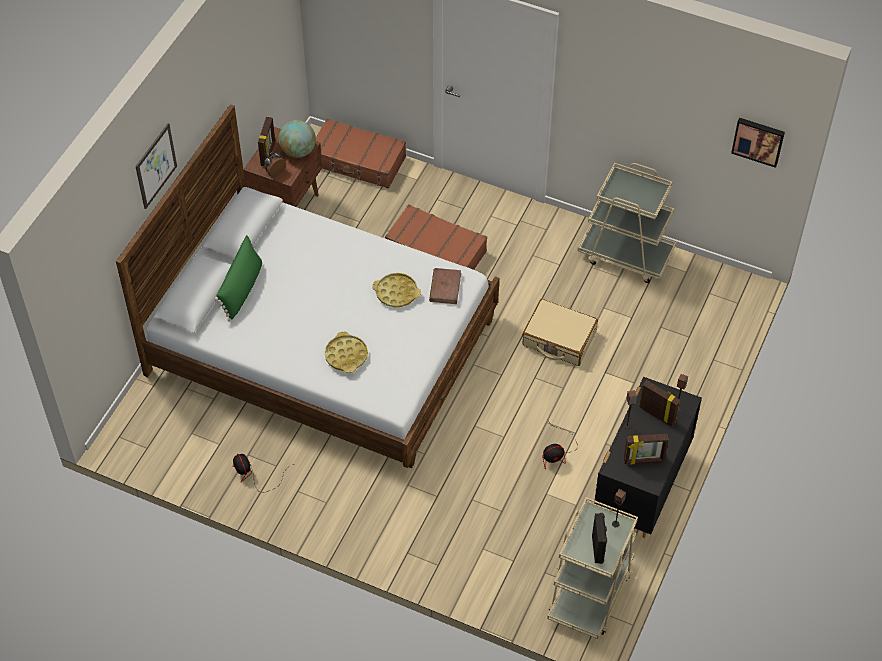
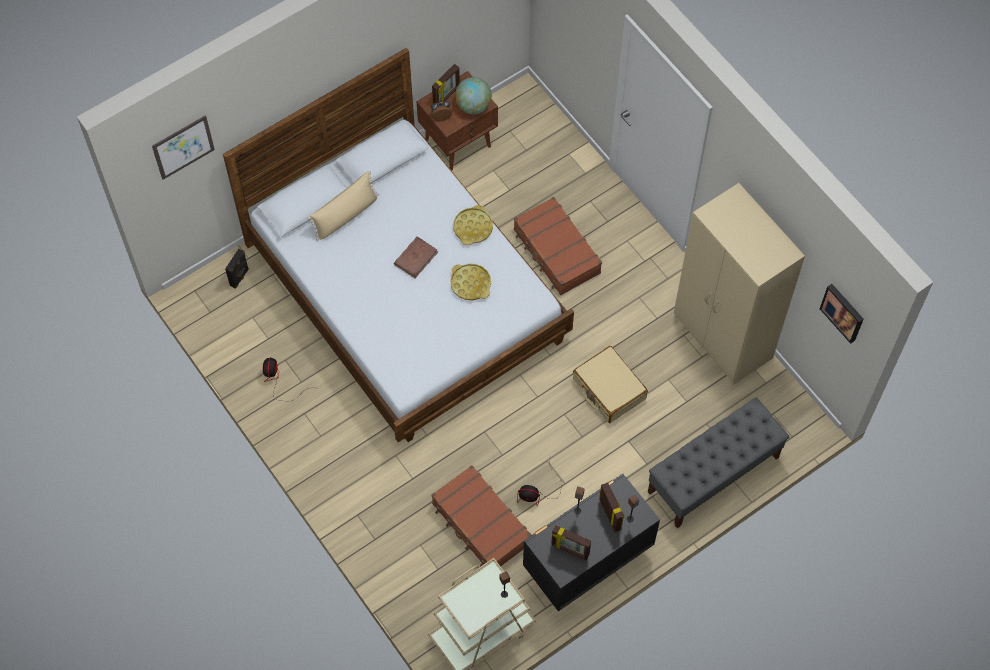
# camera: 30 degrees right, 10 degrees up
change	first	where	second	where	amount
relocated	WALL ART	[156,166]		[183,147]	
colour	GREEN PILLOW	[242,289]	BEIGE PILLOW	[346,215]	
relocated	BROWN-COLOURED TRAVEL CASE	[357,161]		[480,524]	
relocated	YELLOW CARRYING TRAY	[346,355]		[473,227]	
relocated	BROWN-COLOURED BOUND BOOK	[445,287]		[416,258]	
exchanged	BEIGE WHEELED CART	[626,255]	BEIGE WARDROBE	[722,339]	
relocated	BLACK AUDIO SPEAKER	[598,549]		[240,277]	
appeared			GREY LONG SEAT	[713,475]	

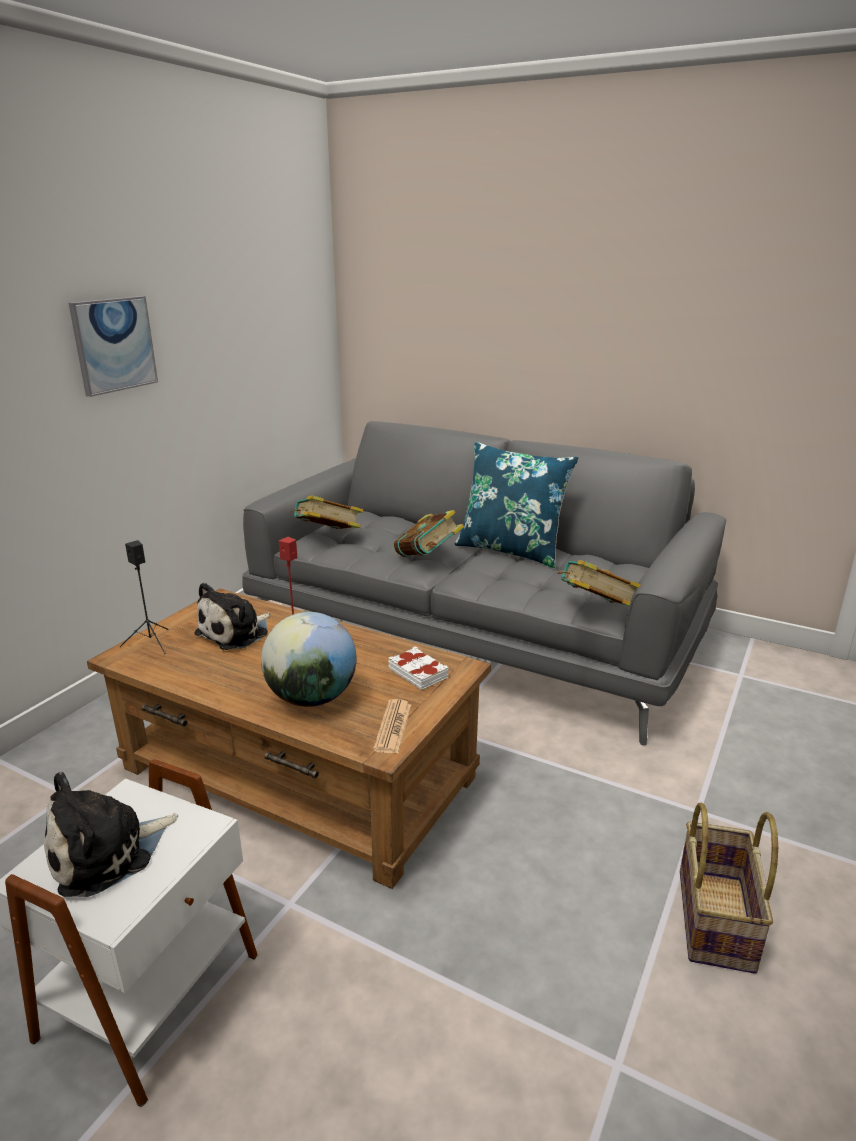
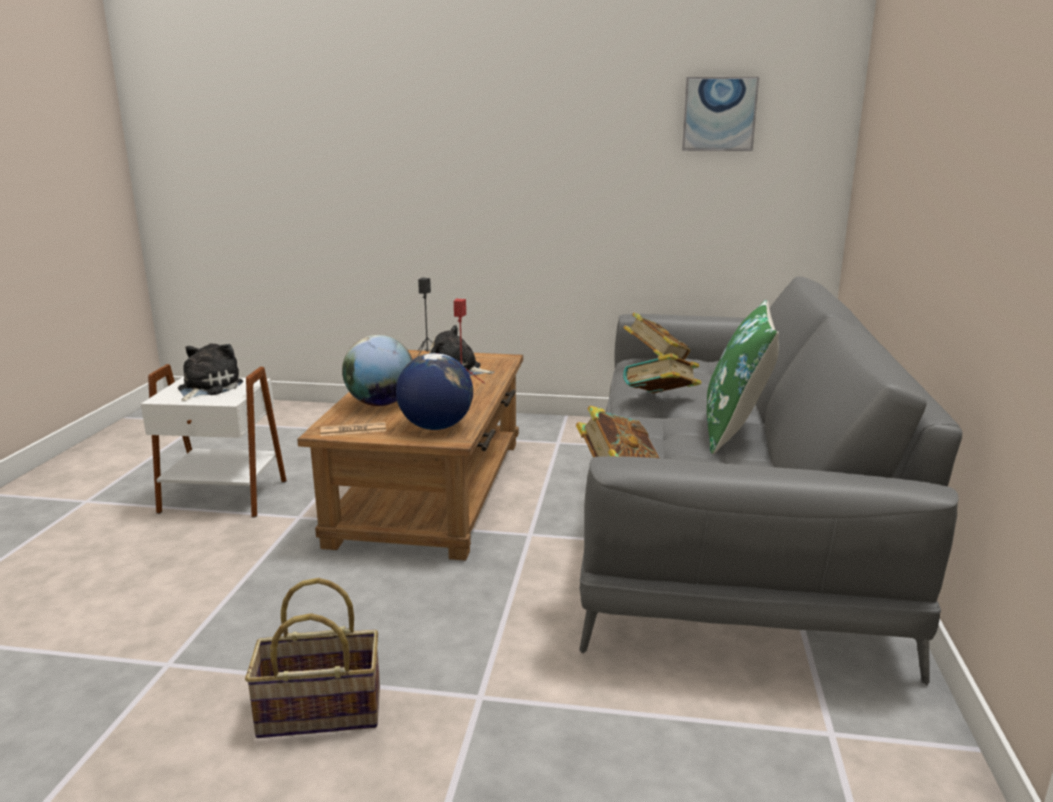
# camera: 70 degrees right, 5 degrees down
change	first	where	second	where	amount
spun	SOFT TOY	[107,852]		[207,388]	75 degrees clockwise
relocated	WALL ART	[114,345]		[719,114]	
exchanged	WHITE BOUND BOOK	[418,672]	DESK GLOBE	[435,427]	
colour	BLUE PILLOW	[511,550]	GREEN PILLOW	[735,431]	

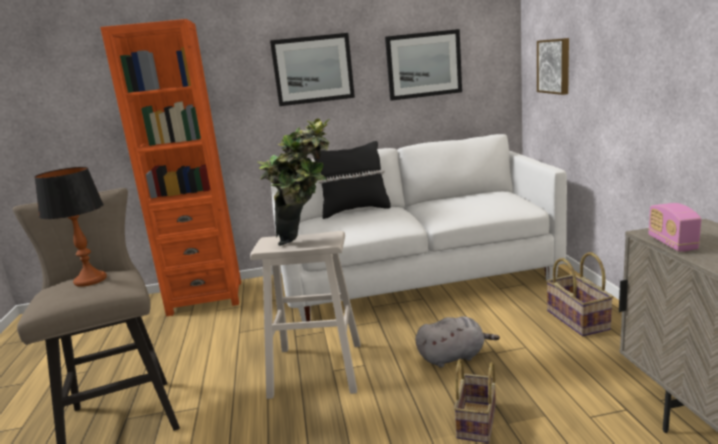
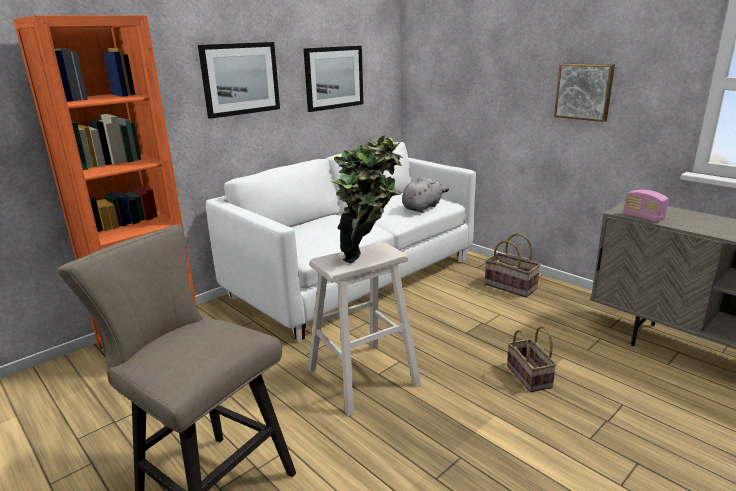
# camera: 35 degrees left, 5 degrees up
change	first	where	second	where	amount
missing	TABLETOP LAMP	[91,280]			
missing	BLACK PILLOW	[354,210]			
relocated	GREY SOFT TOY	[454,357]		[423,207]	
relocated	WALL ART	[554,66]		[584,91]	

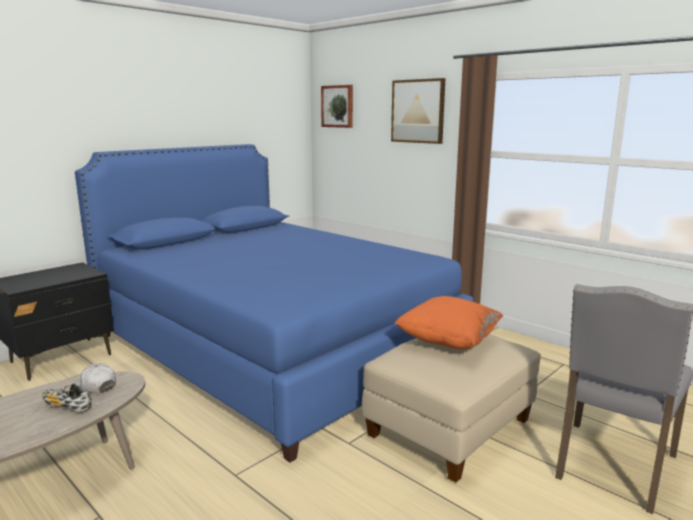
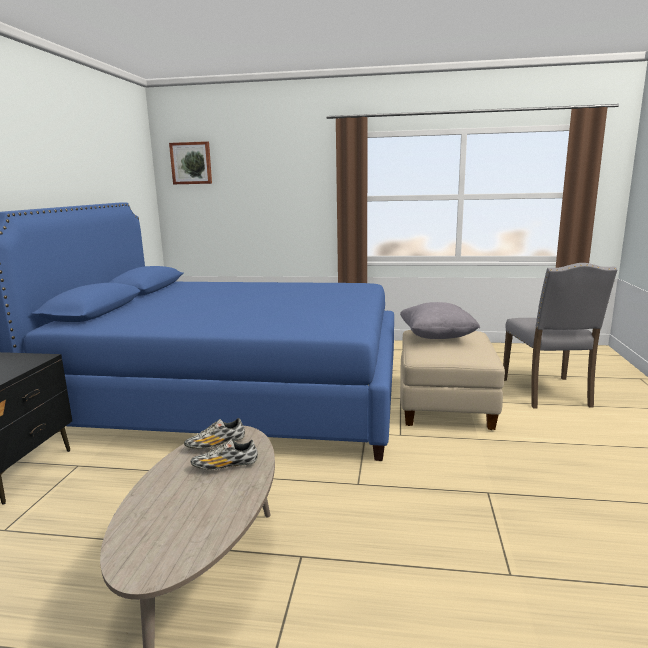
# camera: 35 degrees left, 0 degrees up
change	first	where	second	where	amount
exchanged	WHITE BASEBALL CAP	[96,385]	SHOE	[216,445]	
missing	WALL ART	[418,111]			
colour	ORANGE PILLOW	[448,342]	GREY PILLOW	[437,337]	

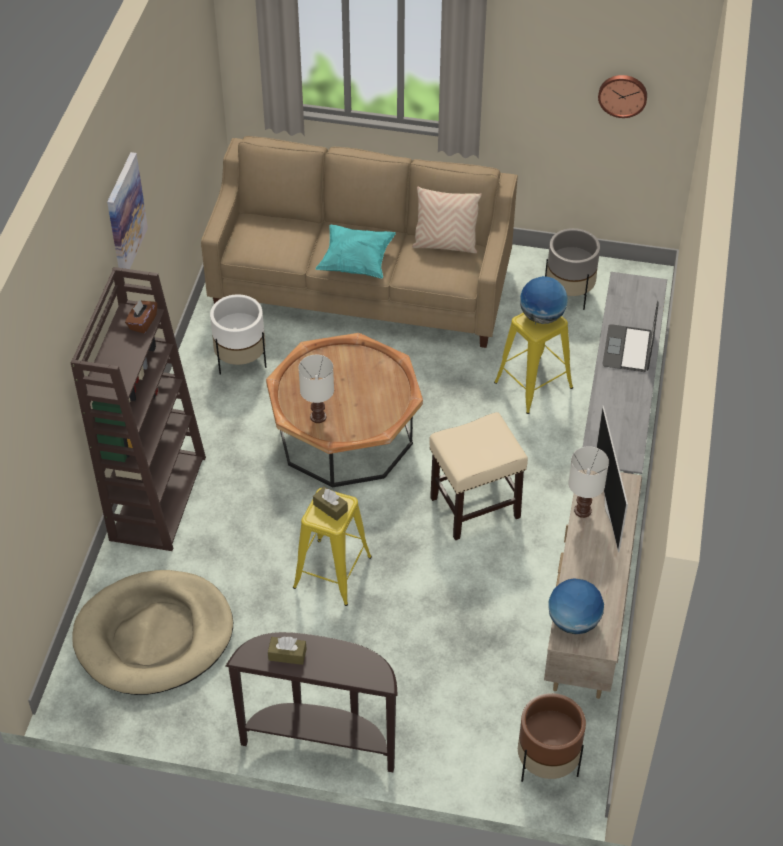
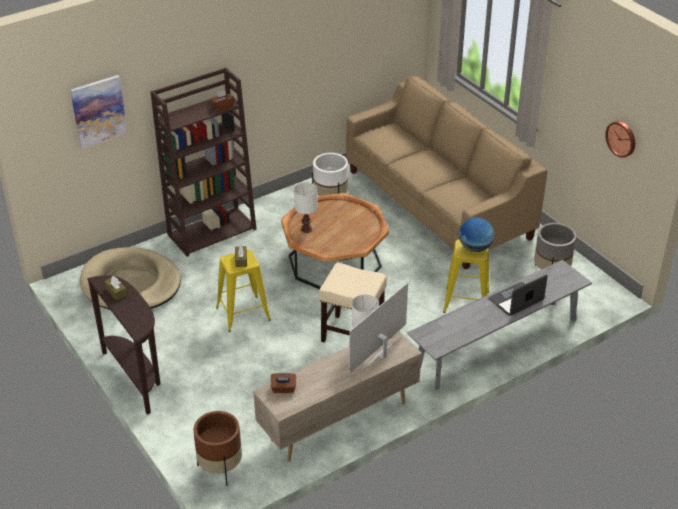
# camera: 45 degrees right, 10 degrees down
change	first	where	second	where	amount
relocated	WALL ART	[125,215]		[98,111]	
missing	BLUE-GREEN PILLOW	[356,262]			
missing	BEIGE PILLOW	[445,245]			
exchanged	DESK GLOBE	[573,621]	BROWN-COLOURED TISSUE BOX	[283,389]	

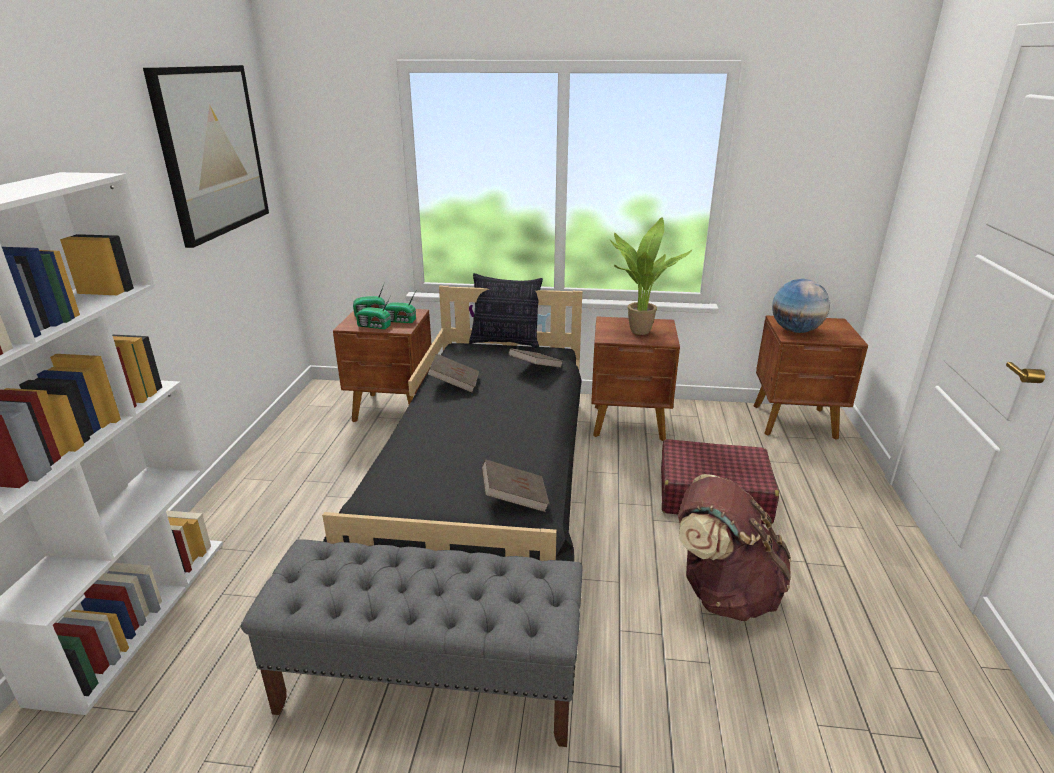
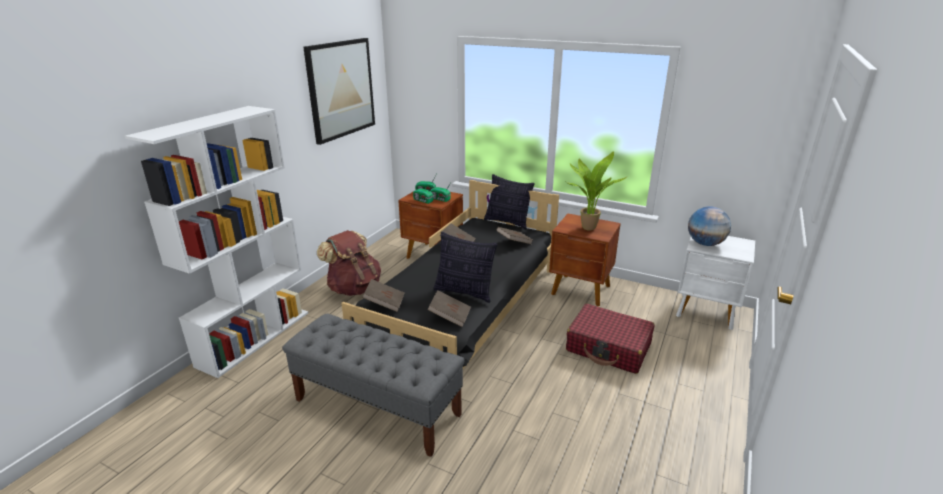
# camera: 20 degrees right, 0 degrees up
change	first	where	second	where	amount
relocated	BROWN-COLOURED RUCKSACK	[723,592]		[354,288]	
colour	BROWN-COLOURED BEDSIDE TABLE	[795,422]	WHITE BEDSIDE TABLE	[706,312]	
appeared			BROWN-COLOURED BOUND BOOK	[384,303]	
appeared			PILLOW	[464,292]	

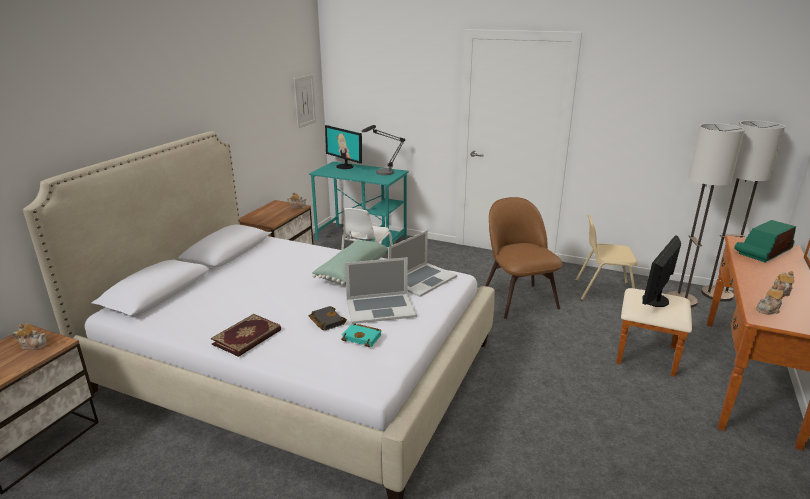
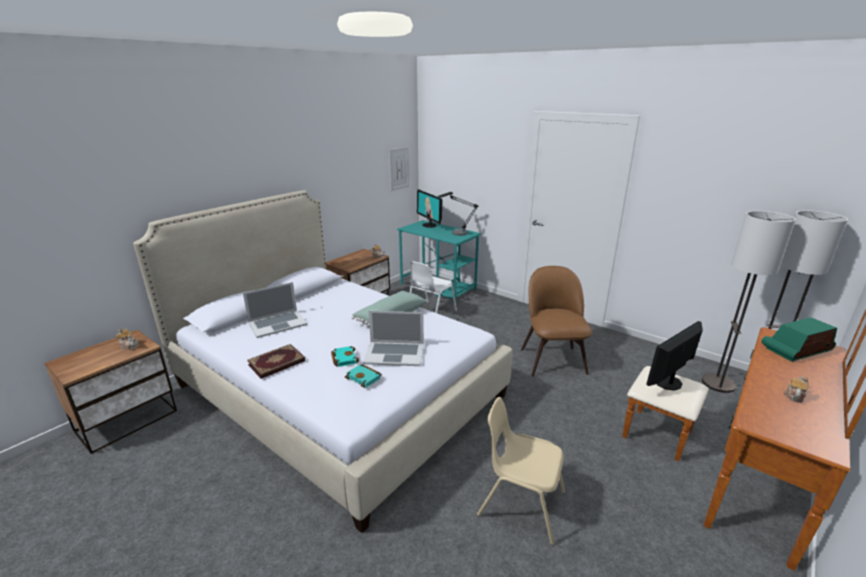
# camera: 15 degrees right, 0 degrees up
change	first	where	second	where	amount
colour	BLACK BOUND BOOK	[326,321]	BLUE-GREEN BOUND BOOK	[343,358]	
relocated	NOTEBOOK COMPUTER	[422,279]		[277,323]	
relocated	BEIGE UPRIGHT CHAIR	[603,291]		[520,503]	
missing	TEAPOT	[768,310]			

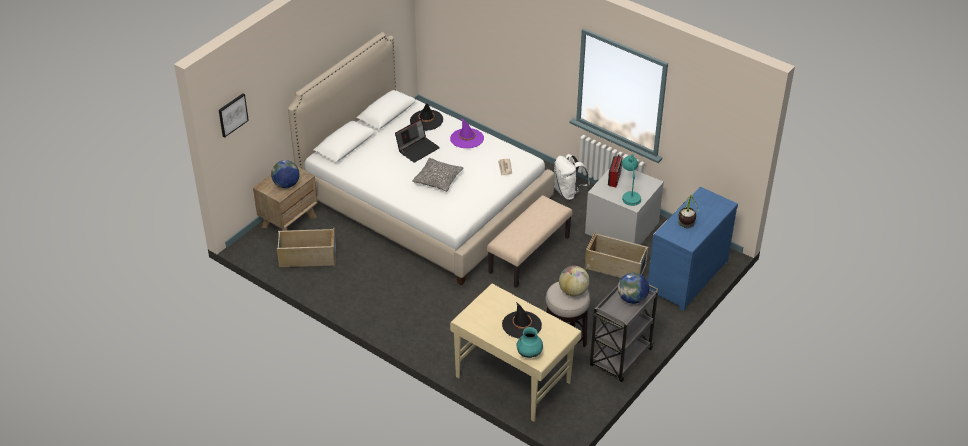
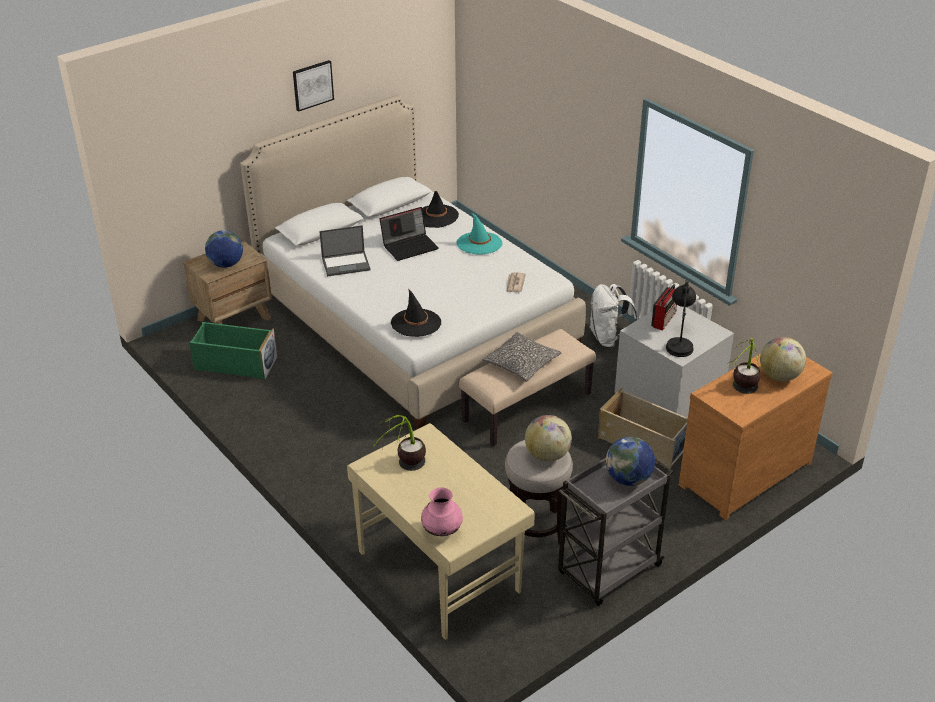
# camera: 15 degrees right, 5 degrees down
change	first	where	second	where	amount
relocated	WALL ART	[232,114]		[312,85]	
colour	BEIGE STORAGE BIN	[307,257]	GREEN STORAGE BIN	[235,364]	
relocated	PILLOW	[438,179]		[521,363]	
colour	PURPLE-COLOURED CLOTHING HAT	[467,138]	BLUE-GREEN CLOTHING HAT	[479,243]	
relocated	BLACK CLOTHING HAT	[521,325]		[416,323]	
colour	BLUE-GREEN DECORATIVE VASE	[529,353]	PINKISH DECORATIVE VASE	[442,531]	
colour	BLUE-GREEN TABLETOP LAMP	[629,193]	BLACK TABLETOP LAMP	[679,341]	
colour	BLUE CHEST OF DRAWERS	[685,276]	BROWN-COLOURED CHEST OF DRAWERS	[741,472]	
appeared			NOTEBOOK COMPUTER	[346,264]	
appeared			POTTED PLANT	[404,471]	
appeared			DESK GLOBE	[779,376]	

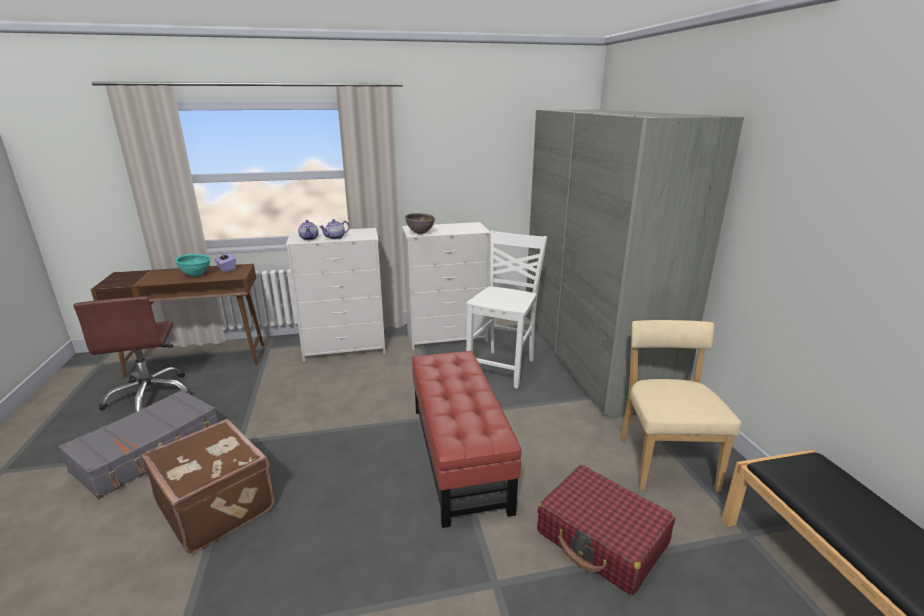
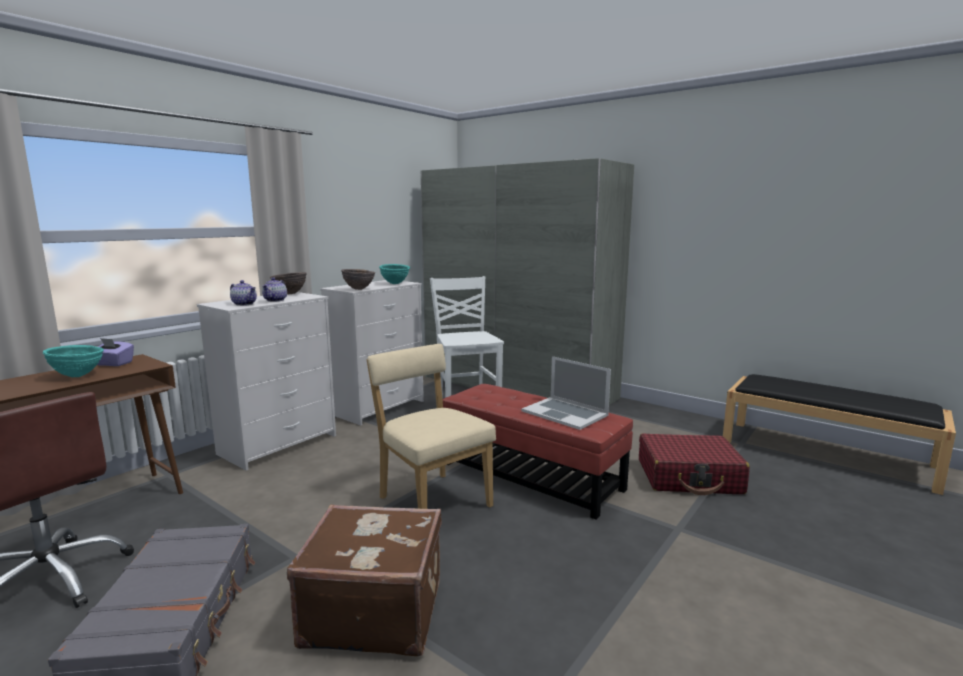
# camera: 40 degrees left, 10 degrees down
change	first	where	second	where	amount
relocated	BEIGE UPRIGHT CHAIR	[664,459]		[432,500]	
appeared			BROWN-COLOURED DEEP DISH	[289,294]	
appeared			BLUE-GREEN DEEP DISH	[395,283]	
appeared			NOTEBOOK COMPUTER	[565,413]	

